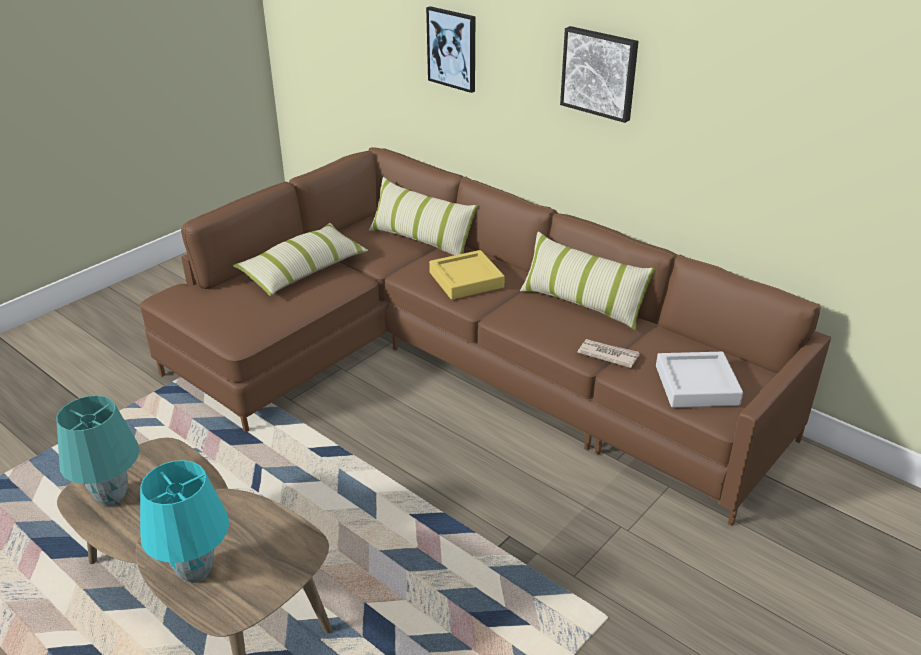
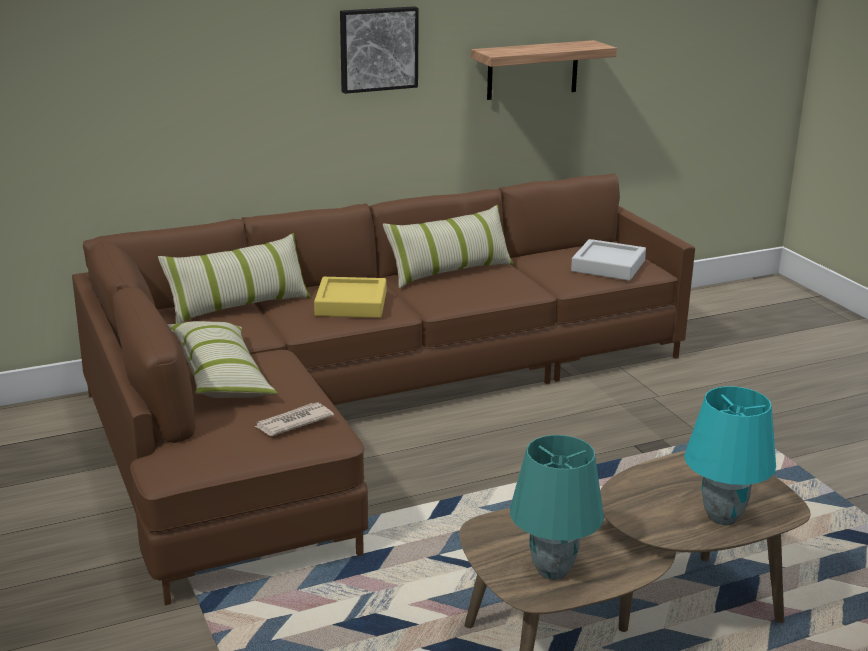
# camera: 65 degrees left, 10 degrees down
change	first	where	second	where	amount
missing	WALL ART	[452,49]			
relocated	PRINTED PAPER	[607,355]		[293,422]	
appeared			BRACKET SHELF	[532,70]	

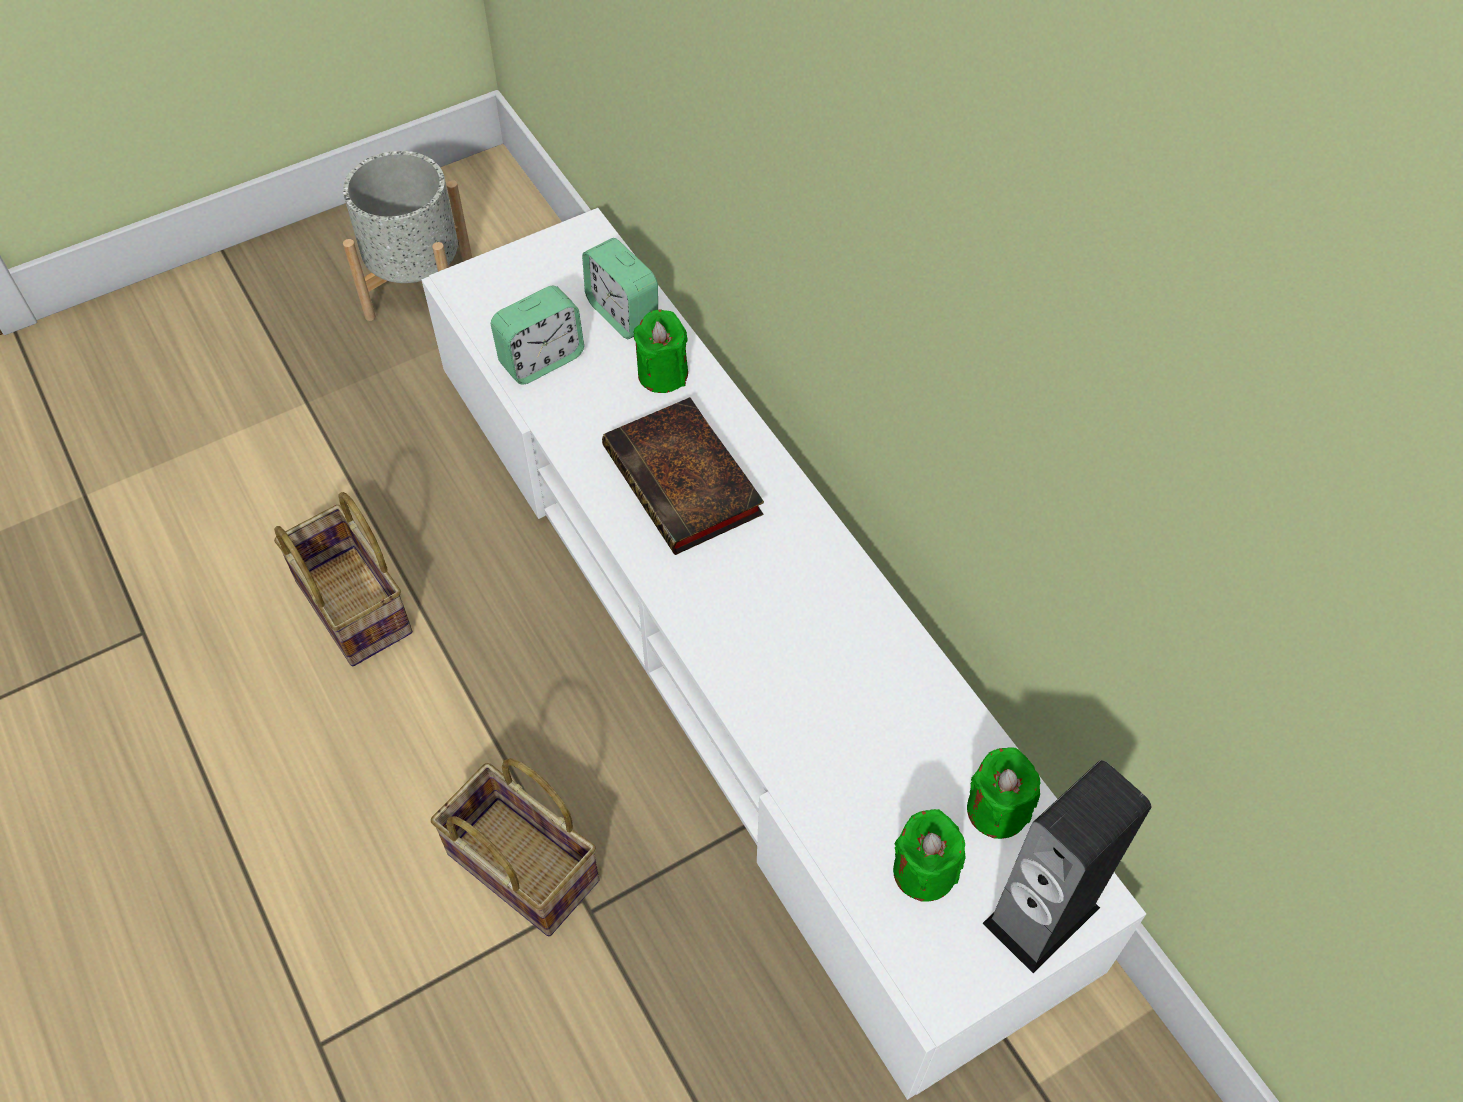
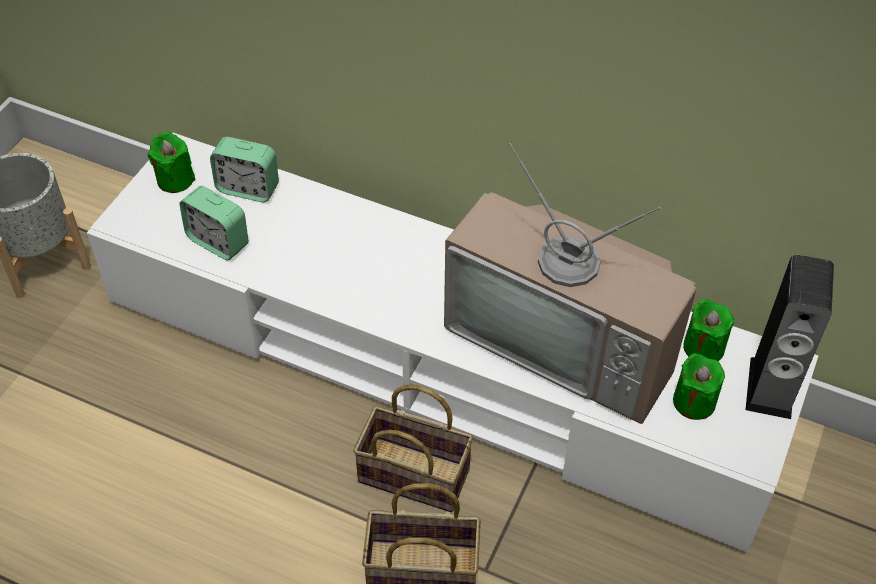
# camera: 35 degrees left, 5 degrees down
change	first	where	second	where	amount
relocated	BASKET	[357,607]		[417,474]	
spun	ALARM CLOCK	[541,360]		[218,242]	105 degrees clockwise
missing	BOUND BOOK	[686,484]			
relocated	GREEN WAX LIGHT	[662,374]		[175,179]	
appeared			TV	[566,339]	

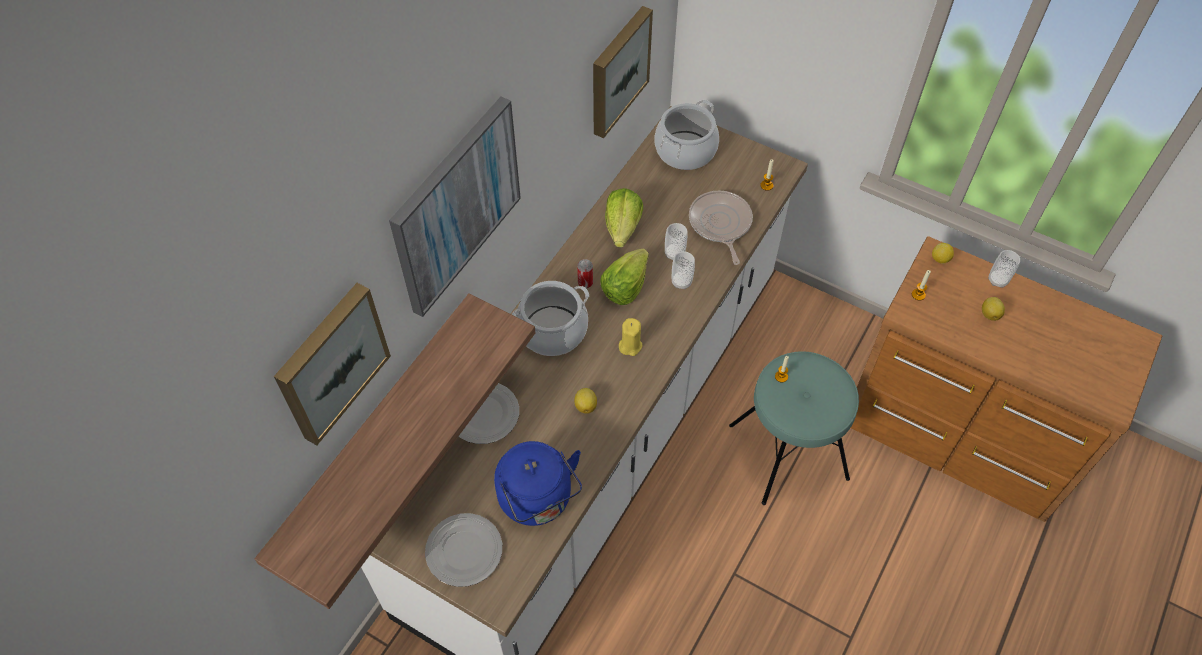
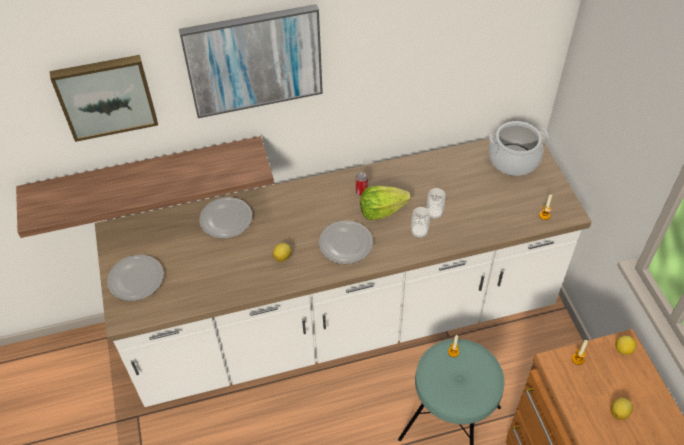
# camera: 45 degrees right, 5 degrees down
change	first	where	second	where	amount
missing	BLUE KETTLE	[538,500]			
missing	STOCKPOT	[552,331]			
missing	WALL ART	[617,70]			
missing	LETTUCE	[622,228]			
exchanged	YELLOW WAX LIGHT	[630,345]	DINNER PLATE	[346,244]	
missing	PAN	[720,224]			
missing	DRINKING CUP	[997,280]			

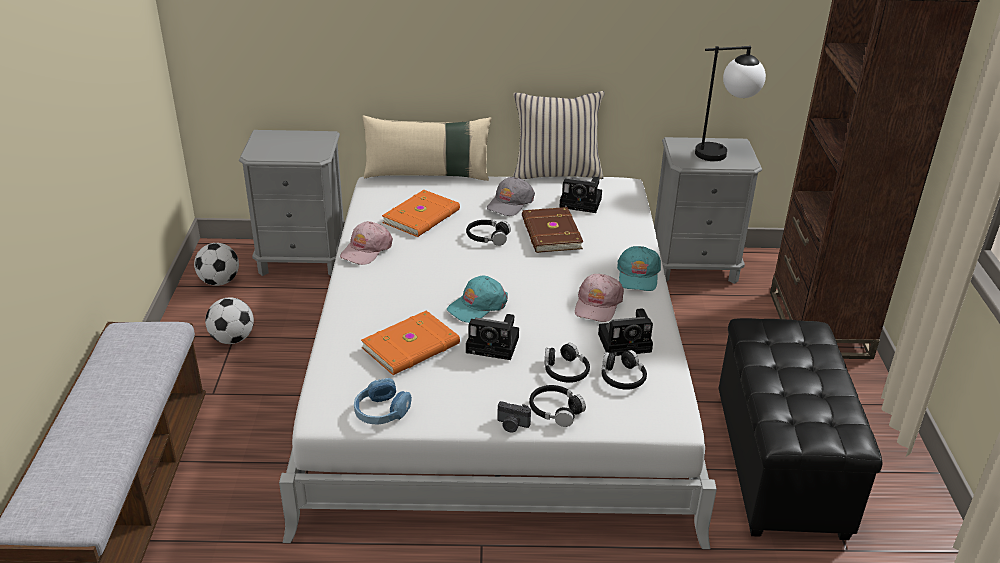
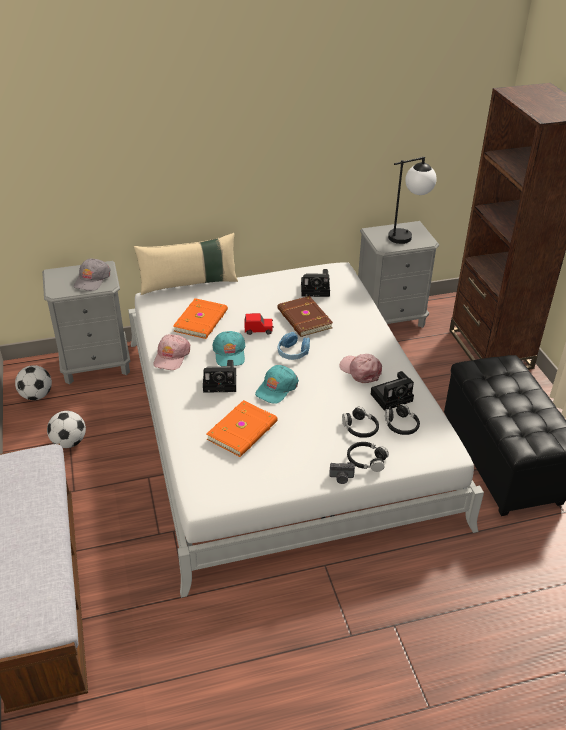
# camera: 15 degrees left, 5 degrees up
change	first	where	second	where	amount
relocated	BLUE HEADSET	[381,412]		[293,352]	
exchanged	BLACK HEADSET	[487,237]	RED MODEL CAR	[259,330]	
relocated	STILL CAMERA	[495,345]		[221,383]	
relocated	GREY BASEBALL CAP	[510,203]		[92,279]	
missing	BEIGE PILLOW	[556,172]			
spun	PINKISH BASEBALL CAP	[597,304]		[360,370]	135 degrees clockwise
relocated	BLUE-GREEN BASEBALL CAP	[638,275]		[229,353]	

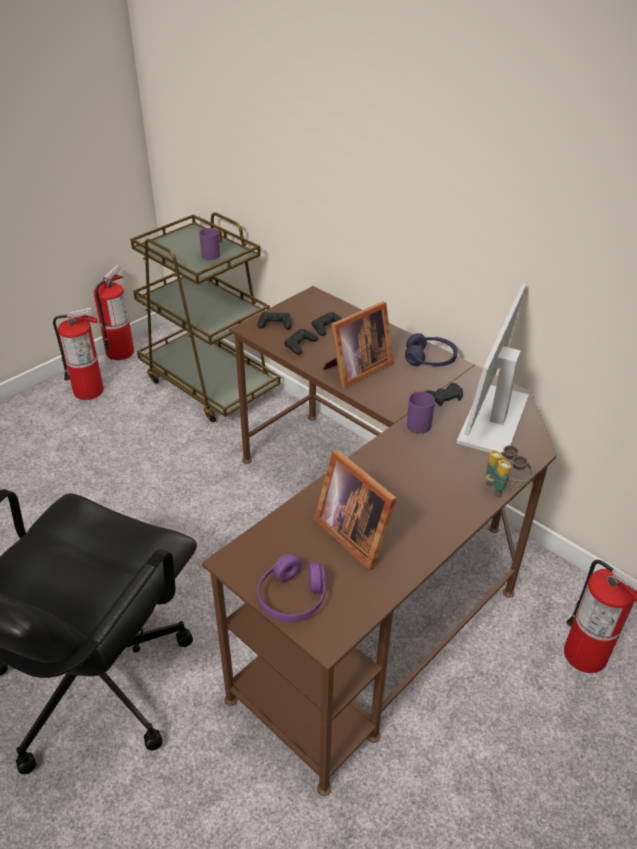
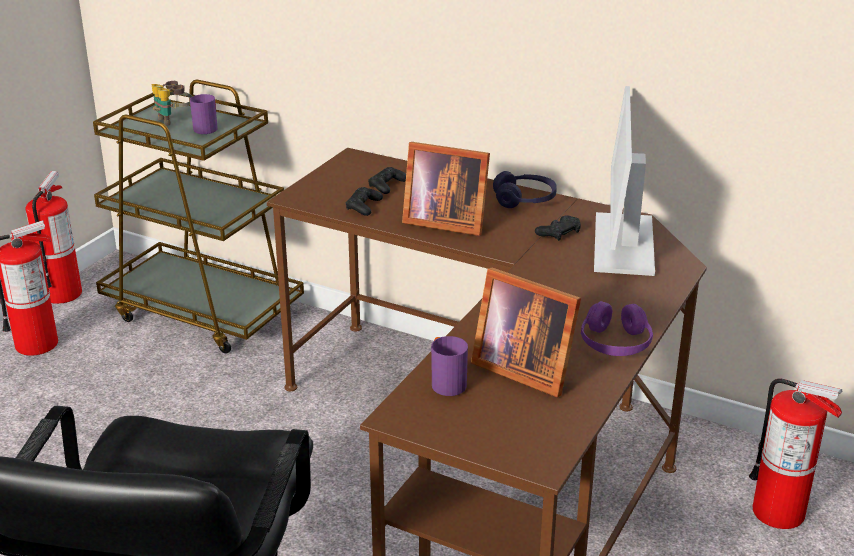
# camera: 15 degrees left, 10 degrees down
change	first	where	second	where	amount
relocated	PURPLE-COLOURED HEADSET	[292,597]		[615,343]	
missing	BLACK GAMEPAD	[275,324]			
spun	STANDING FRAME	[355,370]		[443,221]	75 degrees clockwise
relocated	PURPLE-COLOURED TEA MUG	[417,423]		[445,382]	
relocated	FIELD GLASSES	[503,487]		[174,120]	

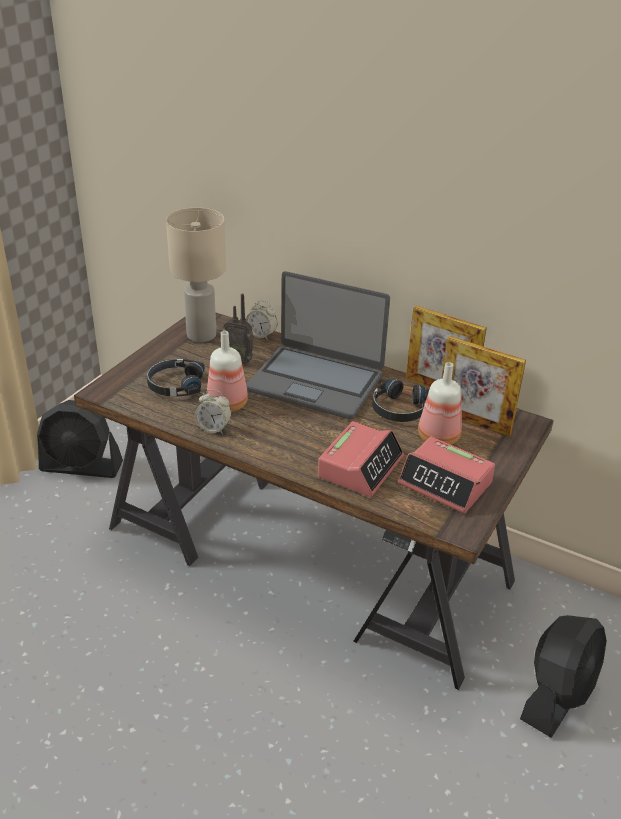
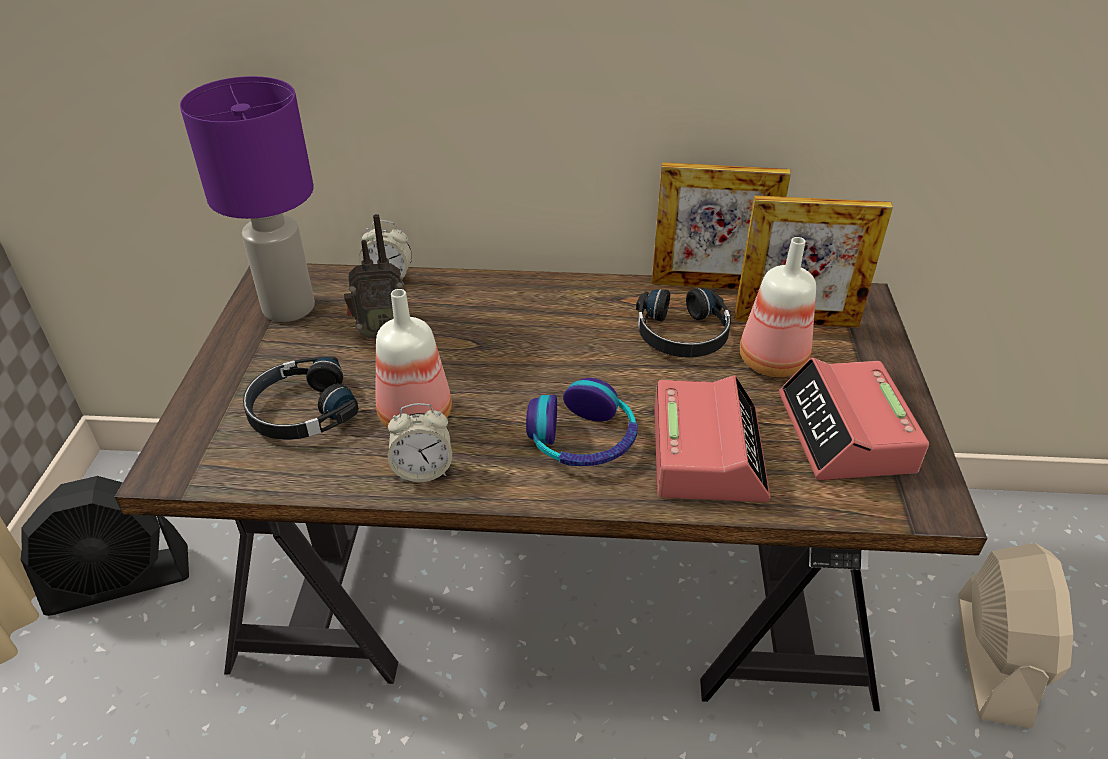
# camera: 25 degrees left, 5 degrees up
change	first	where	second	where	amount
colour	BEIGE TABLETOP LAMP	[201,335]	PURPLE-COLOURED TABLETOP LAMP	[287,307]	
missing	NOTEBOOK COMPUTER	[316,382]			
spun	ALARM CLOCK	[445,483]		[846,434]	75 degrees clockwise
colour	BLACK ELECTRIC FAN	[557,695]	BEIGE ELECTRIC FAN	[992,658]	
appeared			HEADSET	[582,439]	

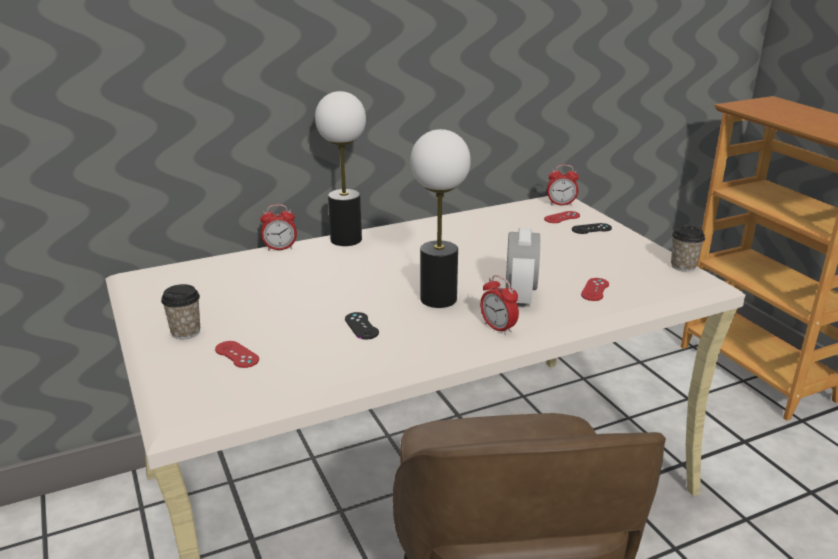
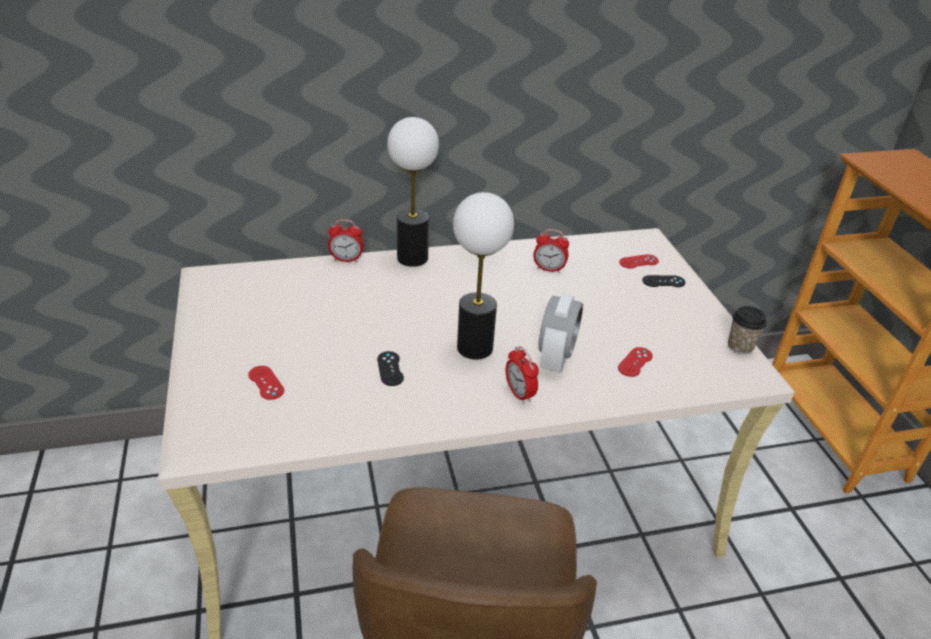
# camera: 10 degrees right, 10 degrees up
change	first	where	second	where	amount
missing	DRINKING CUP	[186,332]			
relocated	ALARM CLOCK	[561,204]		[549,269]	

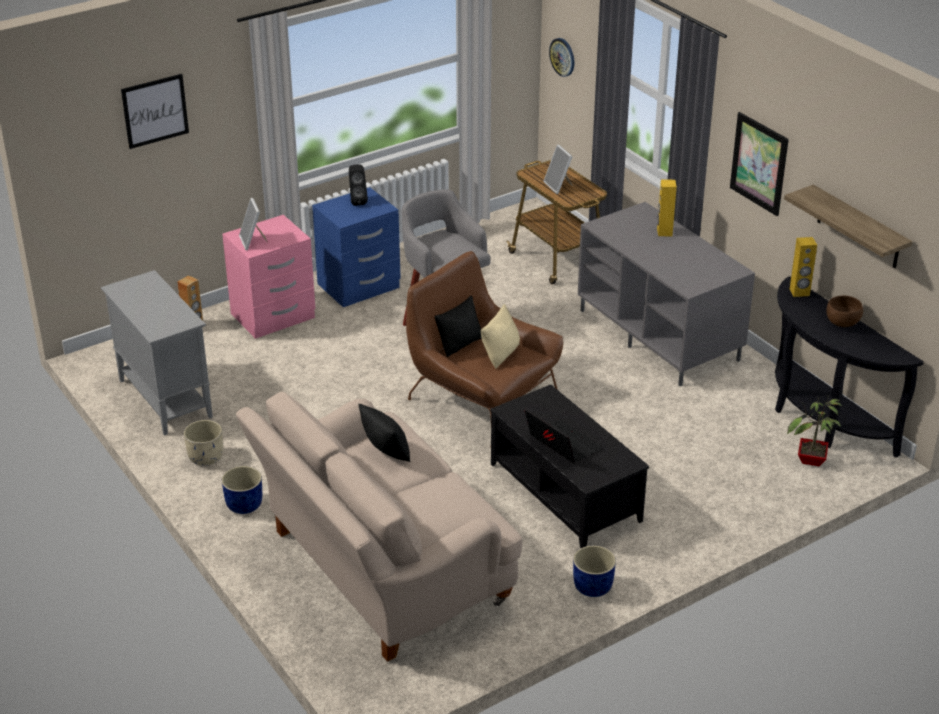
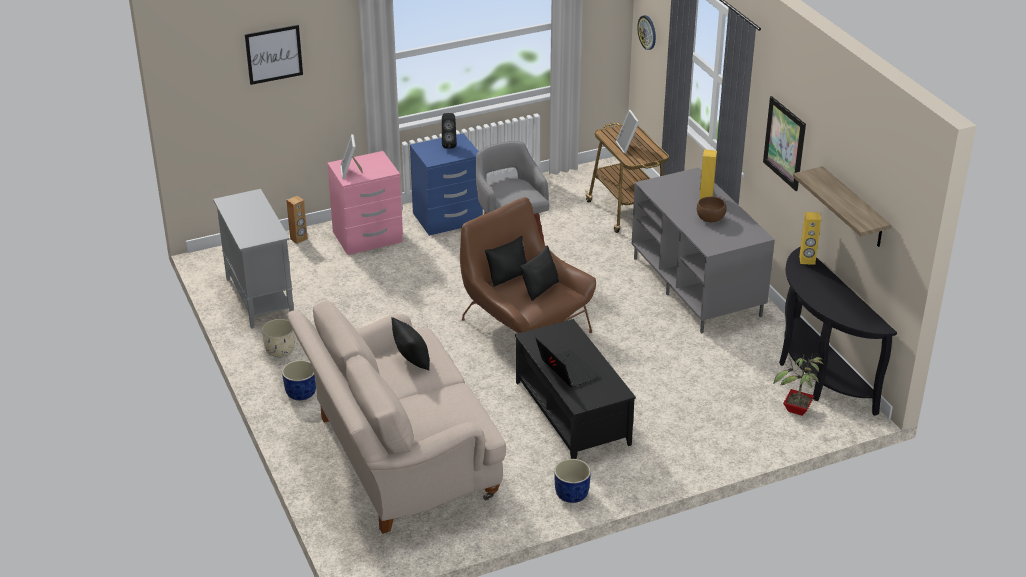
# camera: 10 degrees right, 0 degrees up
change	first	where	second	where	amount
colour	BEIGE PILLOW	[500,354]	BLACK PILLOW	[540,289]	
relocated	BROWN-COLOURED DEEP DISH	[842,323]		[710,219]	

